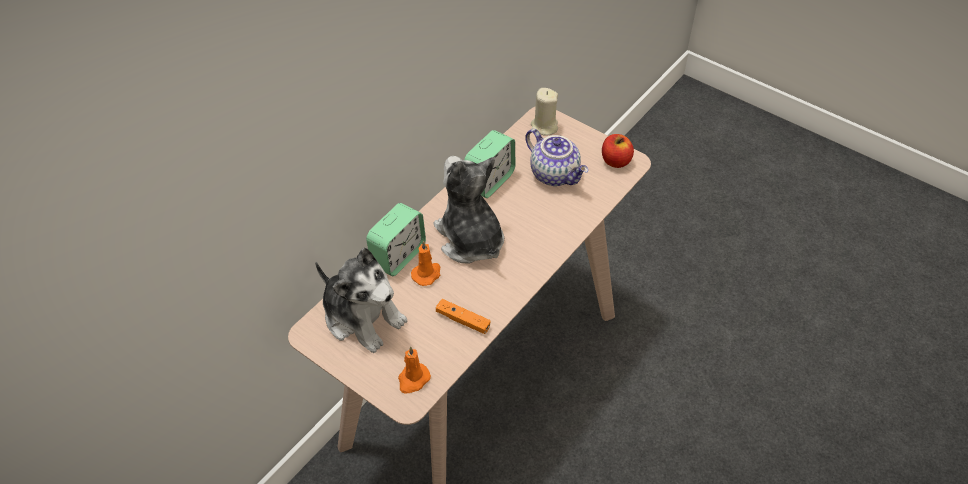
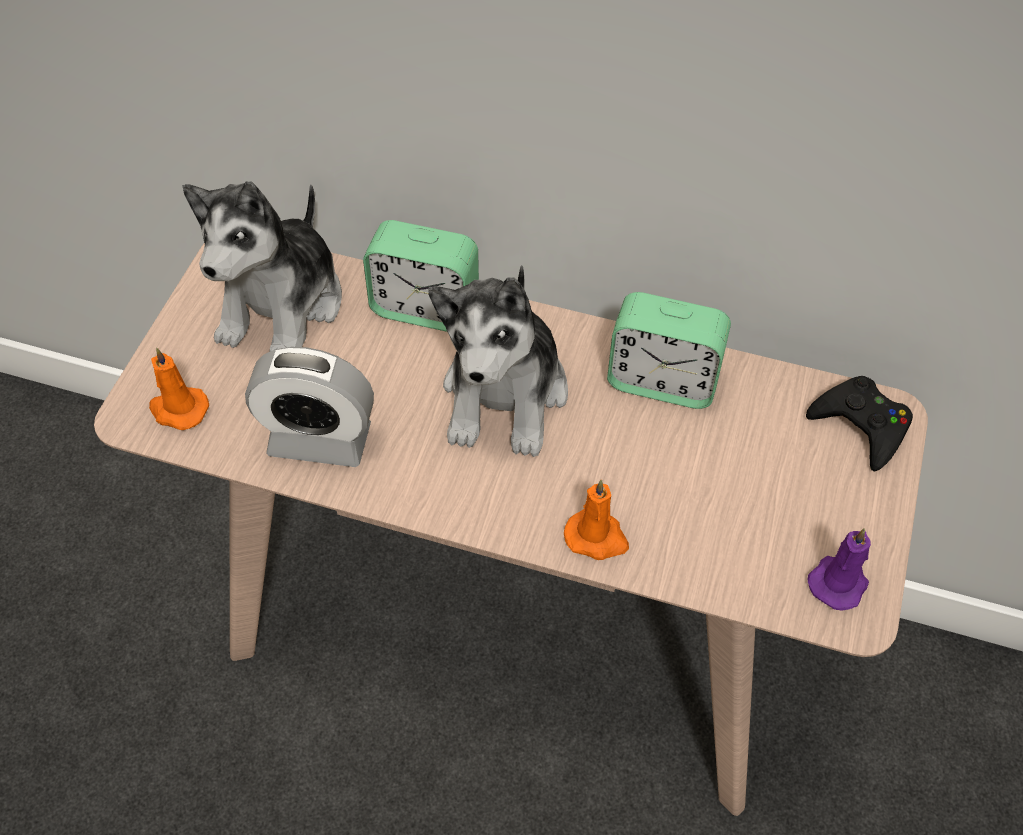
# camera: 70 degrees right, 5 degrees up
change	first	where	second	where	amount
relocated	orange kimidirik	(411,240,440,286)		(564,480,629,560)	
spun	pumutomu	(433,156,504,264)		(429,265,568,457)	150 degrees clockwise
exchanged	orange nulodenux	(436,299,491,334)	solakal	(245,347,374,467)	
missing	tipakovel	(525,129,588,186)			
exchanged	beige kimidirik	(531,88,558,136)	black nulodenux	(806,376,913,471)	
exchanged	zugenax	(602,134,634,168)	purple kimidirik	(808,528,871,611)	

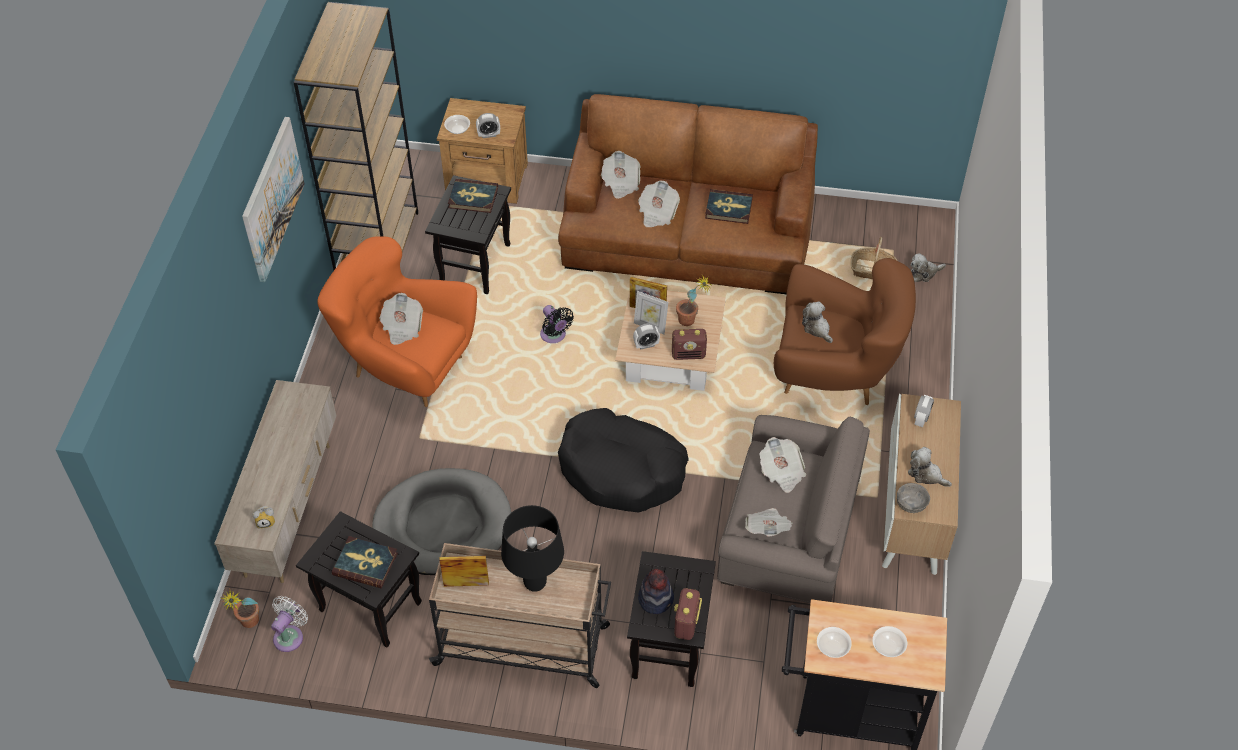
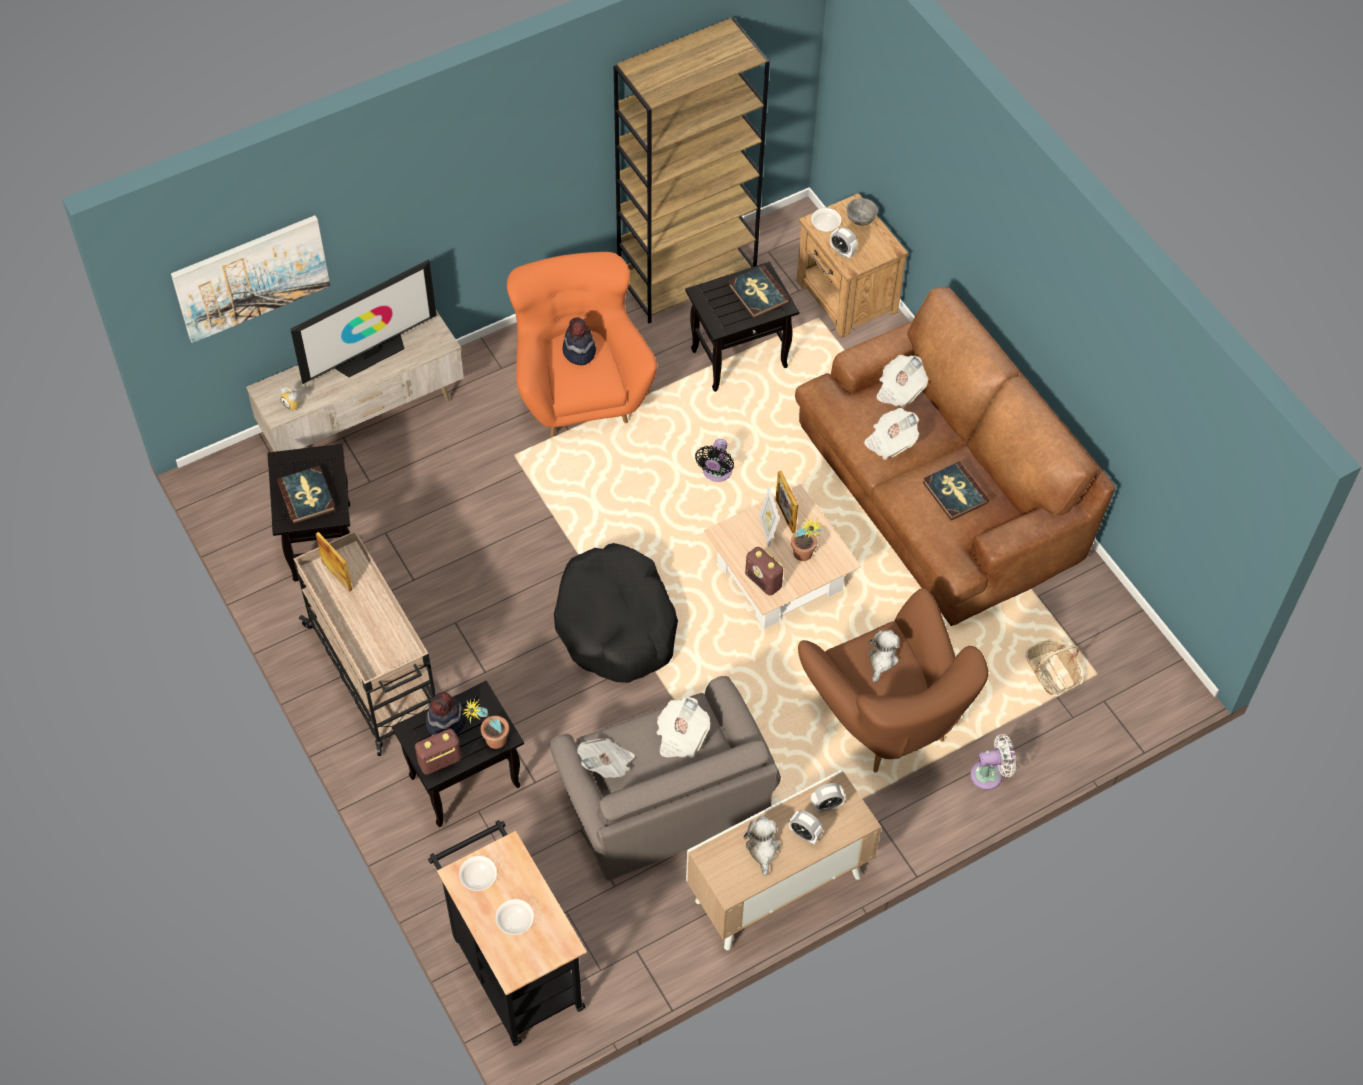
# camera: 50 degrees right, 5 degrees up
change	first	where	second	where	amount
relocated	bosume	(222,591,259,628)		(462,698,509,749)	
relocated	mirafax	(242,117,305,282)		(171,215,330,343)	
relocated	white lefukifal	(271,596,308,652)		(970,734,1016,790)	
missing	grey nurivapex	(372,468,512,575)			
exchanged	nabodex	(379,293,423,345)	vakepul	(562,317,596,365)	
missing	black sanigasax	(501,505,564,592)			
relocated	solakal	(633,323,660,350)		(789,810,823,844)	
relocated	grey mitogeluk	(897,483,930,513)		(846,198,878,226)	
missing	pumutomu	(911,253,946,282)			
appeared			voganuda	(290,259,437,384)	

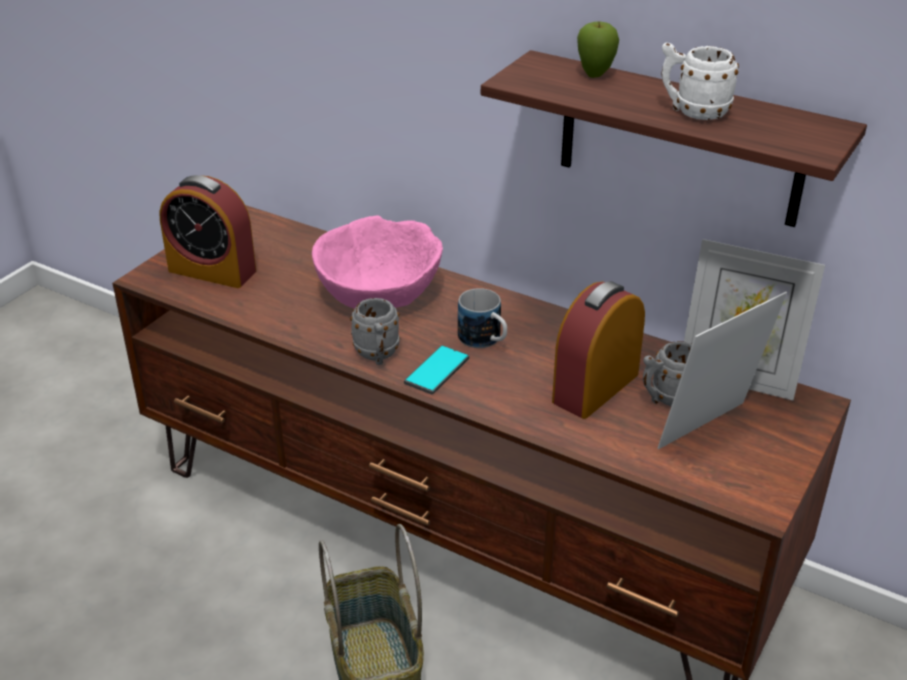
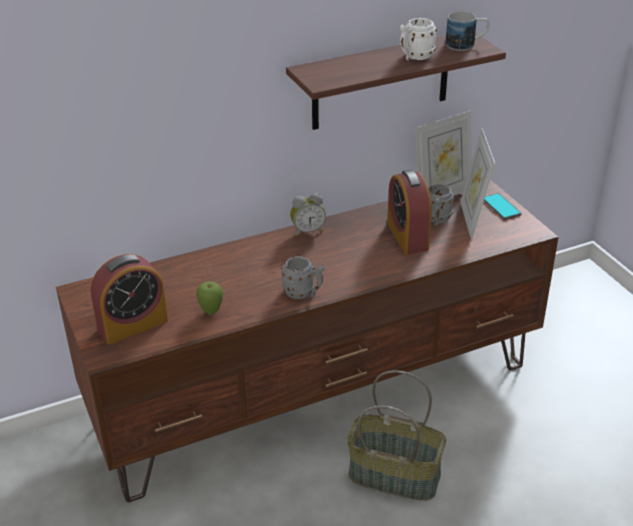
# camera: 55 degrees left, 0 degrees up
change	first	where	second	where	amount
missing	pink mitogeluk	(312,216,443,309)			
relocated	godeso	(404,345,469,394)		(484,193,522,220)	
relocated	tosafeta	(458,288,507,348)		(446,12,490,51)	
relocated	zugenax	(577,22,619,78)		(196,281,223,315)	
appeared			solakal	(290,193,326,237)	

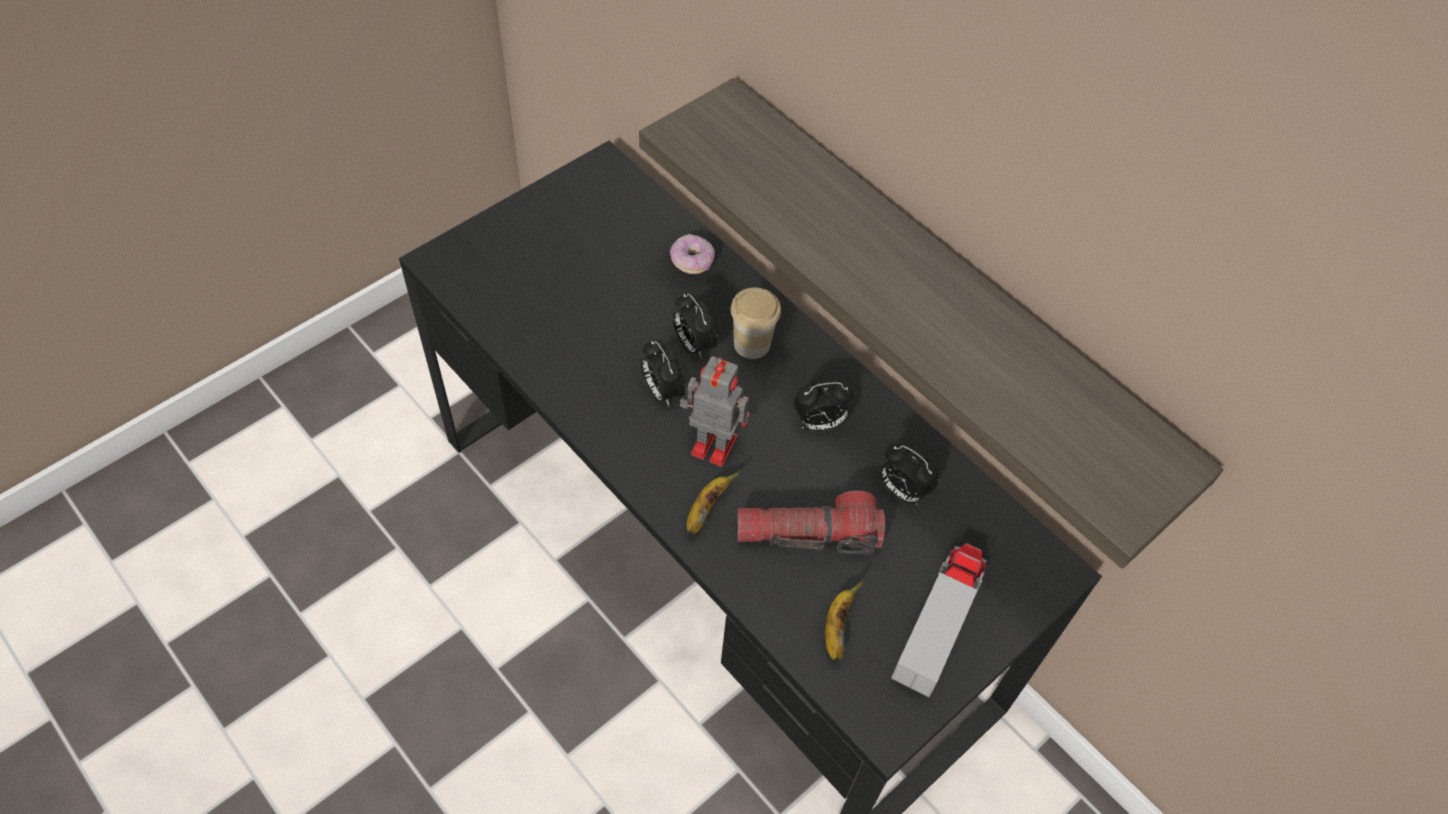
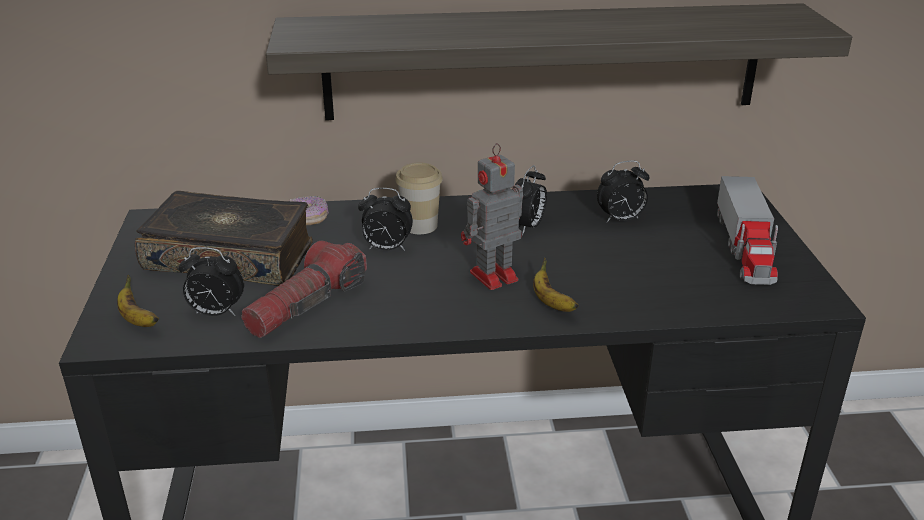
# camera: 50 degrees left, 25 degrees down
change	first	where	second	where	amount
relocated	solakal	(640,340,686,406)		(179,247,244,316)	
relocated	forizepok	(737,491,885,555)		(241,241,367,338)	
relocated	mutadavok	(825,580,863,661)		(117,275,159,327)	
spun	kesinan	(891,543,986,697)		(717,176,778,285)	150 degrees counterclockwise
appeared			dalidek	(135,191,313,286)	

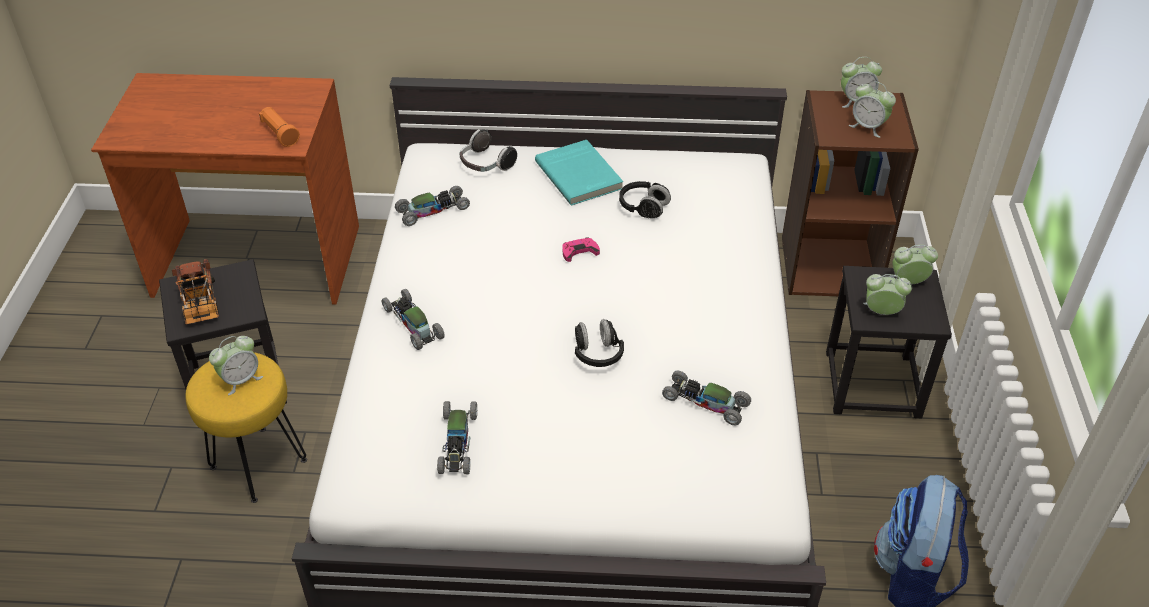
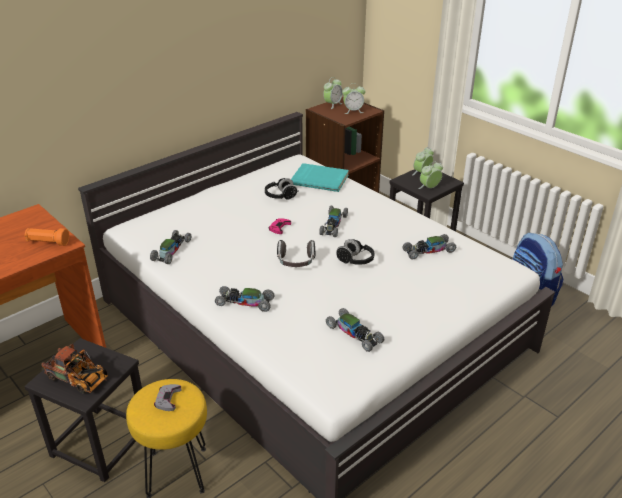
# camera: 45 degrees left, 10 degrees down
change	first	where	second	where	amount
exchanged	solakal	(209,336,263,395)	grey nulodenux	(154,384,181,411)	
relocated	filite	(459,130,517,172)		(277,240,315,267)	
relocated	turquoise dalidek	(535,140,623,206)		(291,163,349,192)	
appeared			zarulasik	(319,206,348,237)	

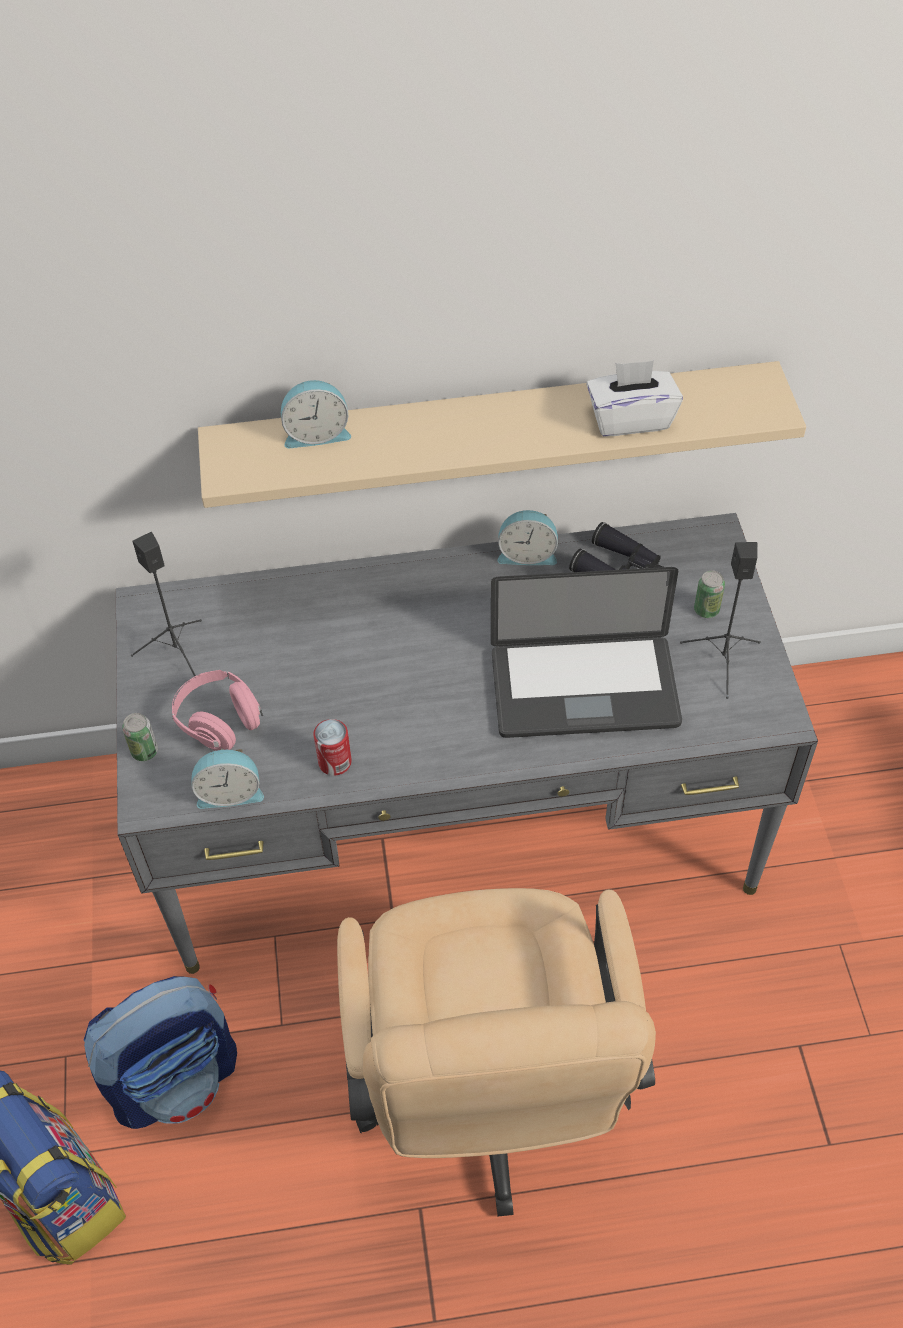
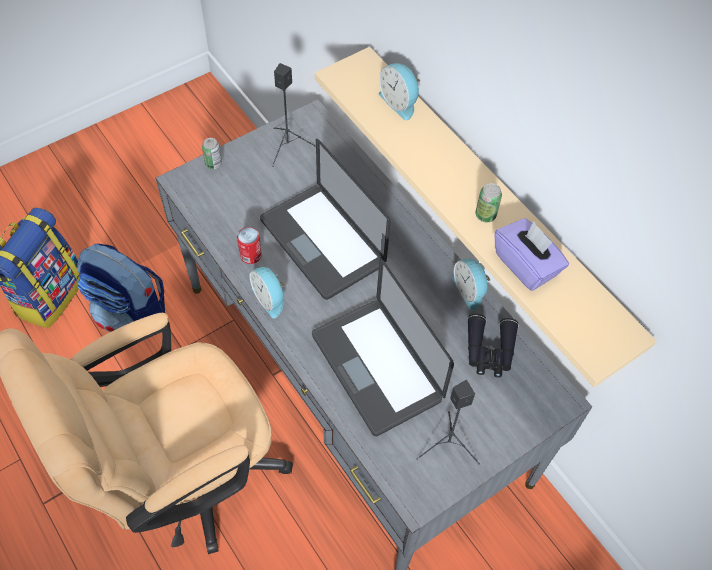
# camera: 60 degrees right, 5 degrees up
change	first	where	second	where	amount
missing	pink filite	(172,670,263,751)			
relocated	solakal	(191,749,264,809)		(250,267,285,319)	
colour	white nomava	(586,361,683,436)	purple nomava	(494,218,569,291)	
relocated	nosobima	(694,571,725,618)		(475,183,502,222)	
appeared			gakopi	(260,139,390,300)	

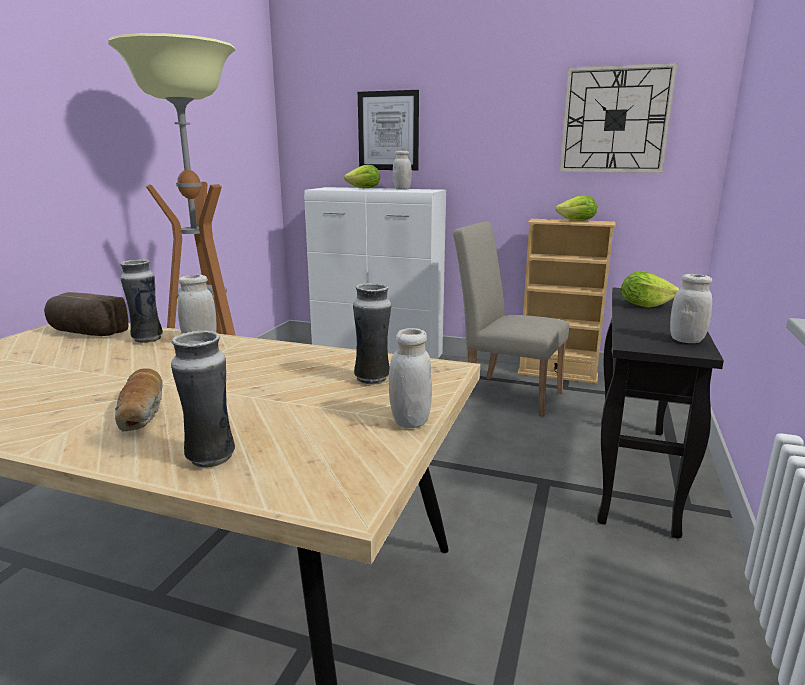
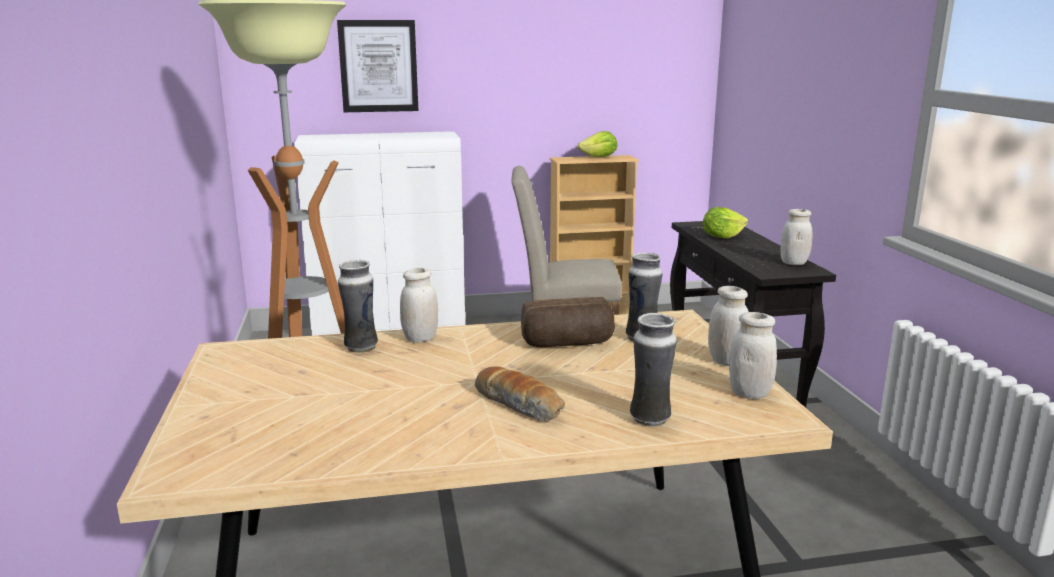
# camera: 30 degrees left, 0 degrees up
change	first	where	second	where	amount
relocated	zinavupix	(44,292,129,336)		(521,297,615,347)	
missing	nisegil	(344,165,380,188)			
relocated	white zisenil	(393,151,412,190)		(729,312,777,399)	
missing	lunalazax	(560,63,677,173)			

